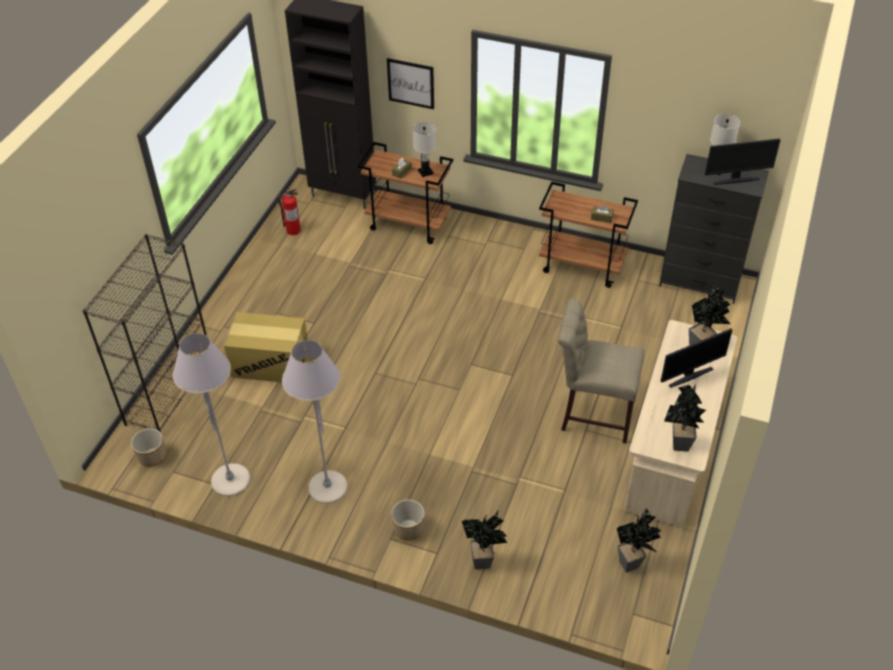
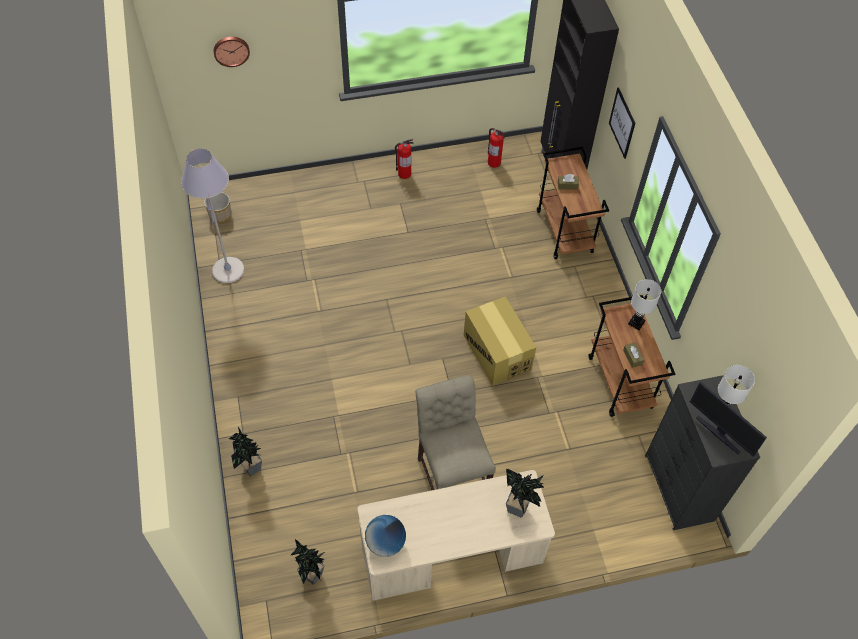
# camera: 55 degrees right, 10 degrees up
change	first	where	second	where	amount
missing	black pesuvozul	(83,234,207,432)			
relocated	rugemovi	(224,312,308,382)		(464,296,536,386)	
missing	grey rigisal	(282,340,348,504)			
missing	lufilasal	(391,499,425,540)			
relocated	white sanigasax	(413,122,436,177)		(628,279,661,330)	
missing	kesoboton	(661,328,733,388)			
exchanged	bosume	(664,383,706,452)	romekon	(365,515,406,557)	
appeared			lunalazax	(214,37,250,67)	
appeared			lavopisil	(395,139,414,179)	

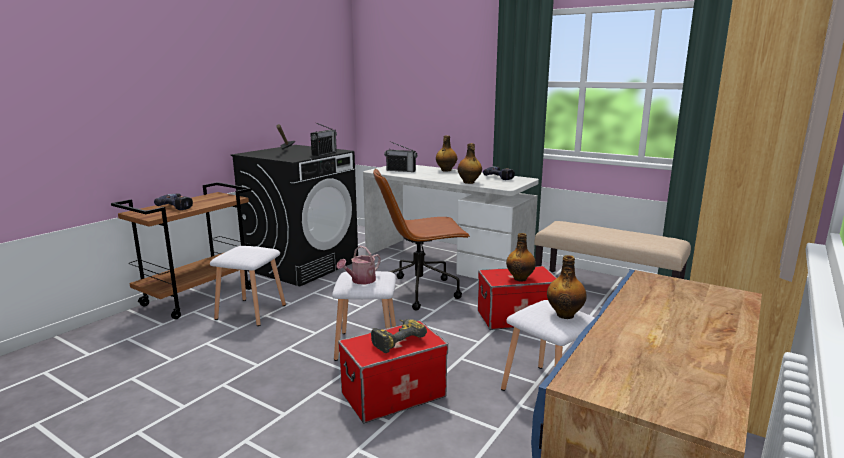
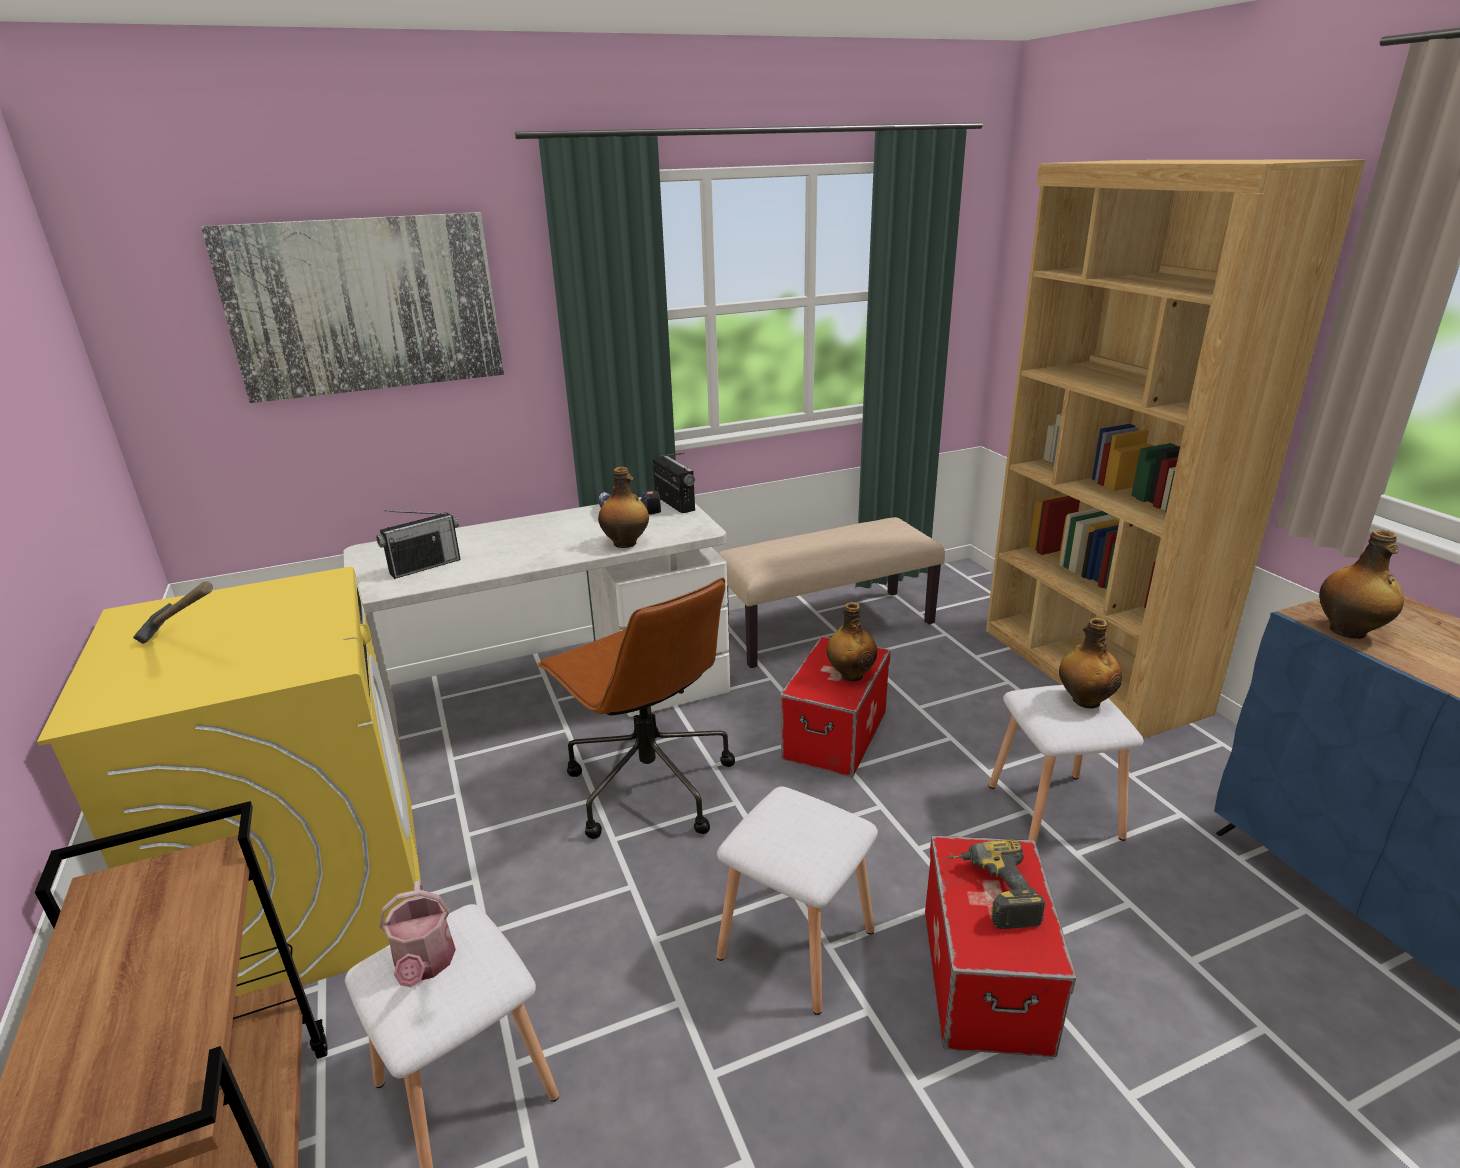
# camera: 55 degrees left, 10 degrees up
change	first	where	second	where	amount
missing	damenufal	(154,194,193,210)			
colour	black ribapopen	(231,145,358,287)	yellow ribapopen	(37,567,421,997)	
relocated	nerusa	(310,123,337,156)		(653,453,695,513)	
relocated	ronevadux	(336,246,381,284)		(379,881,456,987)	
spun	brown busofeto	(373,168,470,310)		(537,577,735,839)	60 degrees counterclockwise
relocated	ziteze	(436,135,457,171)		(1319,530,1404,639)	
appeared			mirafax	(201,212,504,403)	

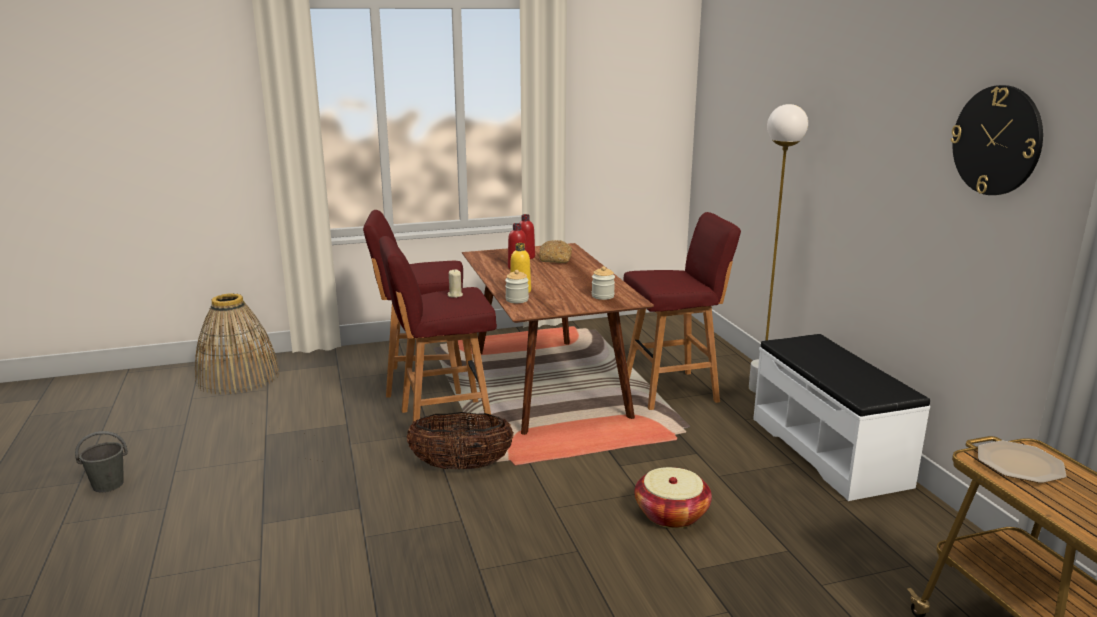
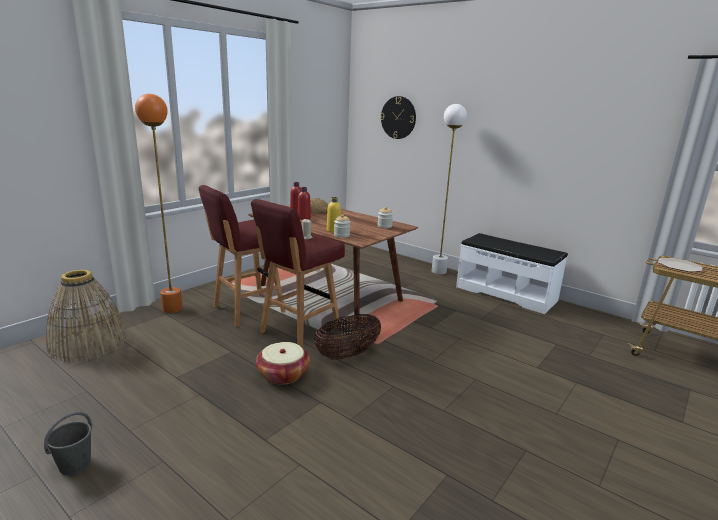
# camera: 35 degrees left, 0 degrees up
change	first	where	second	where	amount
missing	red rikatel	(623,212,741,410)			
relocated	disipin	(634,467,712,528)		(256,342,310,384)	
relocated	lunalazax	(951,85,1043,195)		(380,96,416,139)	
appeared			orange rigisal	(135,94,183,313)	

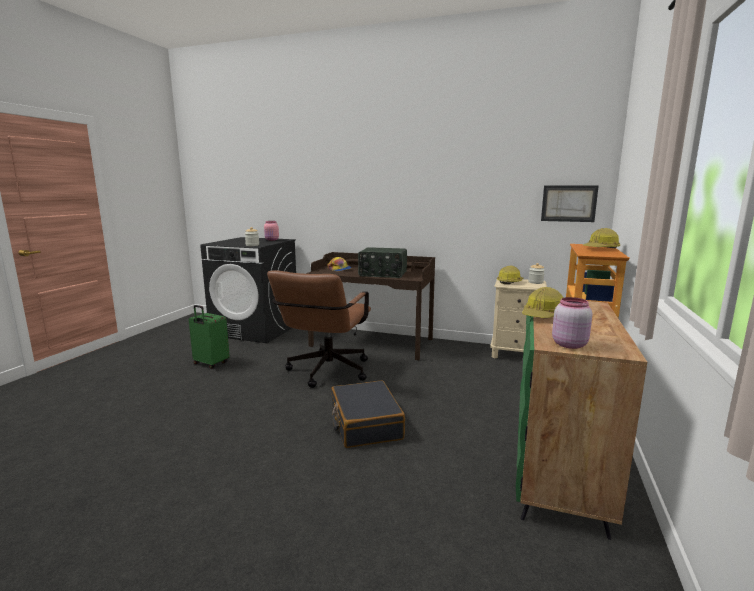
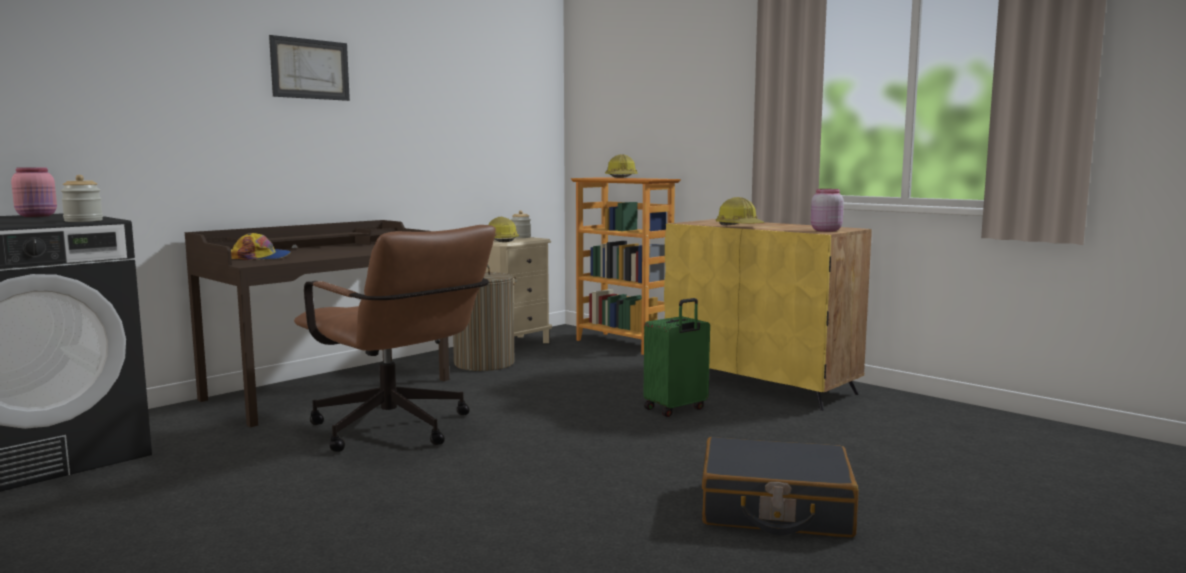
# camera: 65 degrees left, 5 degrees down
change	first	where	second	where	amount
relocated	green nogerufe	(189,305,230,369)		(644,298,710,417)	
relocated	black nogerufe	(331,380,405,448)		(702,437,859,538)	
missing	nerusa	(358,247,407,278)			
colour	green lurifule	(516,301,647,540)	yellow lurifule	(664,219,872,411)	
relocated	mirafax	(541,186,599,222)		(269,35,350,101)	
appeared			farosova	(453,264,517,371)	

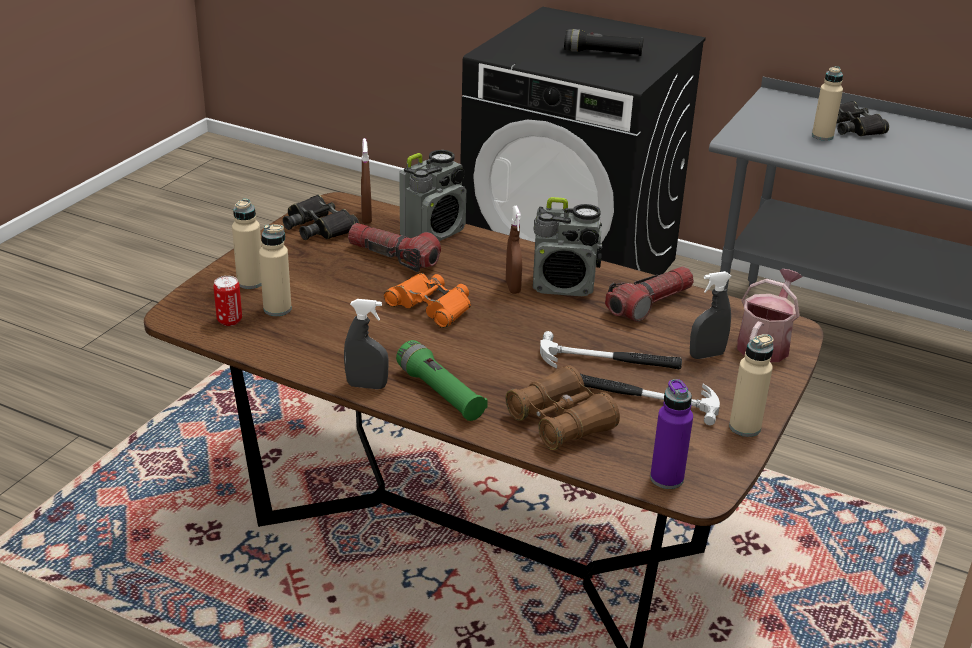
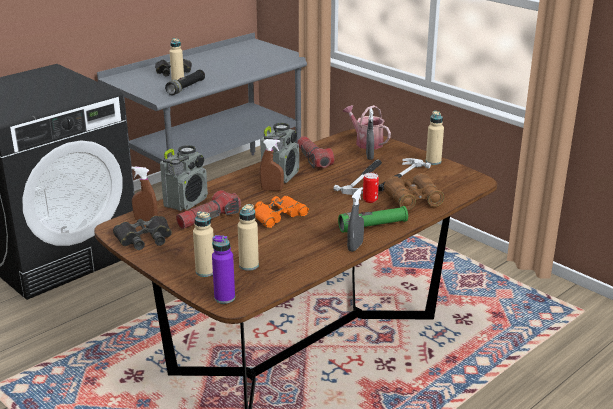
# camera: 70 degrees left, 5 degrees down
change	first	where	second	where	amount
relocated	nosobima	(214,276,242,326)		(363,173,379,203)	
spun	nerusa	(399,150,466,241)		(160,145,208,211)	60 degrees clockwise
relocated	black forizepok	(564,29,644,56)		(165,69,205,95)	
relocated	purple ziteze	(650,379,693,489)		(212,235,235,304)	

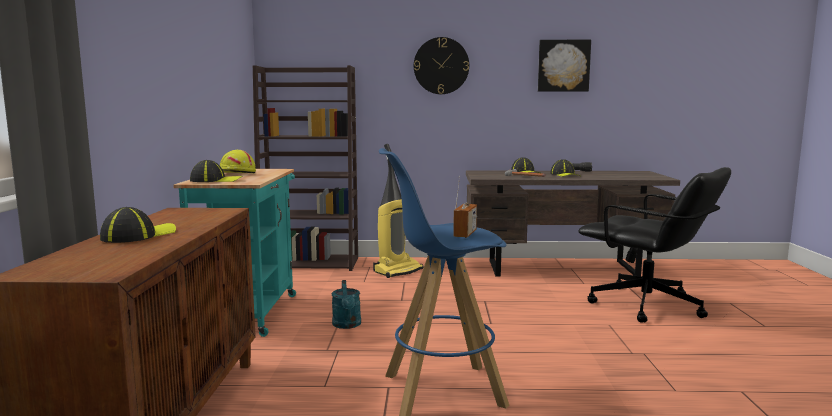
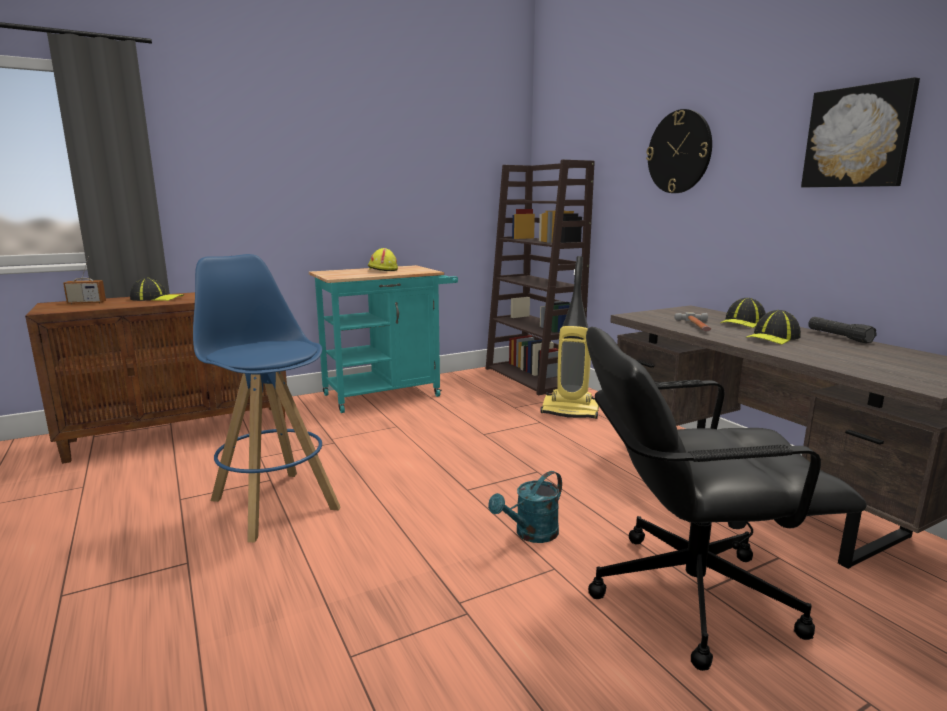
# camera: 60 degrees right, 5 degrees up
change	first	where	second	where	amount
missing	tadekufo	(190,160,243,182)			
relocated	turquoise ronevadux	(332,280,361,329)		(488,471,562,543)	
relocated	nerusa	(453,176,477,238)		(63,256,106,304)	
spun	black busofeto	(578,167,731,323)		(586,327,867,671)	75 degrees clockwise

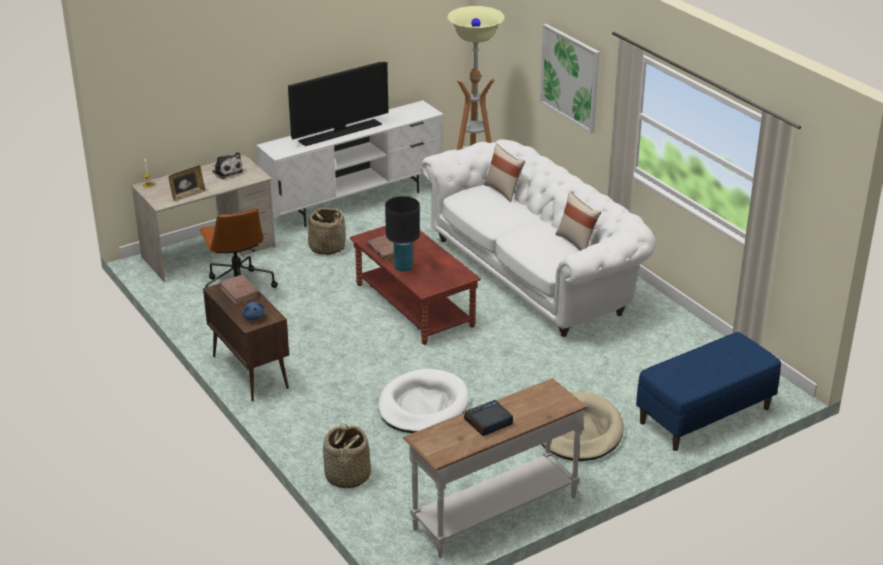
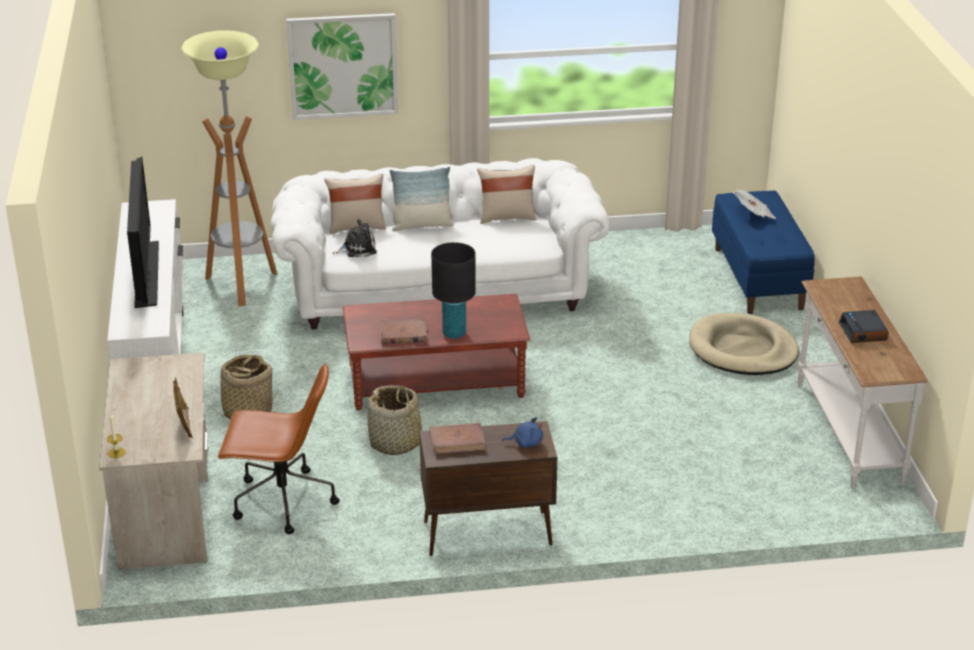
# camera: 65 degrees left, 0 degrees up
change	first	where	second	where	amount
relocated	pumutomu	(212,152,243,179)		(332,219,377,257)	
relocated	disipin	(323,424,371,489)		(367,385,424,455)	
missing	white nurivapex	(378,369,469,433)			
appeared			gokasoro	(390,166,454,231)	
appeared			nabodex	(733,190,776,219)	

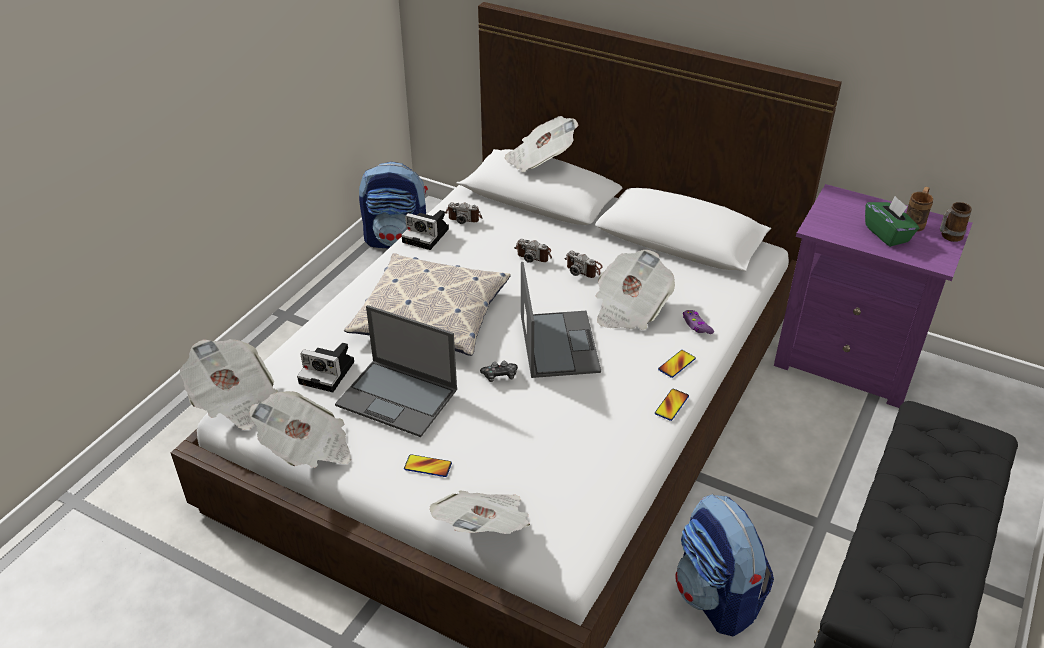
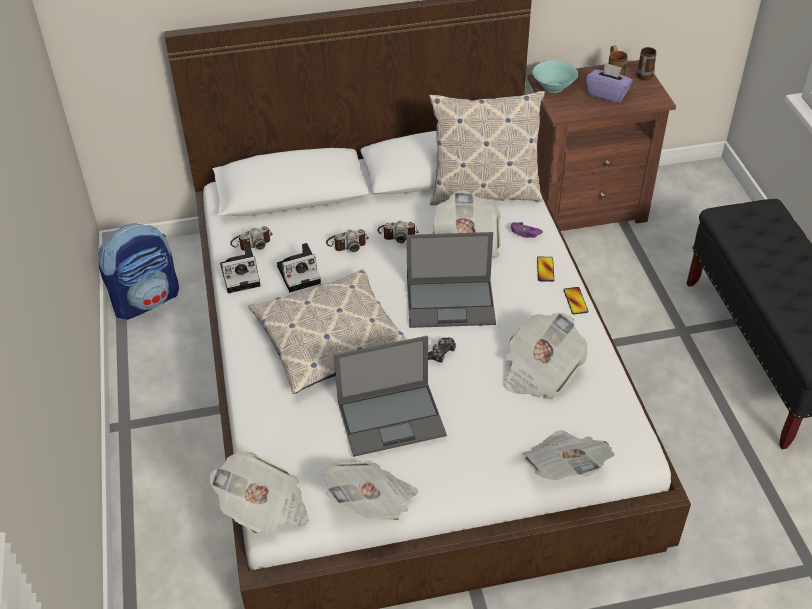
# camera: 40 degrees left, 5 degrees up
change	first	where	second	where	amount
relocated	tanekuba	(297,343,354,392)		(277,243,321,292)	
missing	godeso	(404,454,452,477)			
relocated	nabodex	(504,116,578,172)		(504,313,587,400)	
spun	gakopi	(521,262,601,378)		(406,232,496,328)	135 degrees clockwise
missing	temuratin	(675,494,774,636)			
colour	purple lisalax	(774,184,972,408)	brown lisalax	(527,60,676,231)	
colour	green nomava	(865,196,919,247)	purple nomava	(586,62,633,103)	
appeared			gokasoro	(429,91,545,206)	
appeared			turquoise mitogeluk	(532,60,578,93)	

